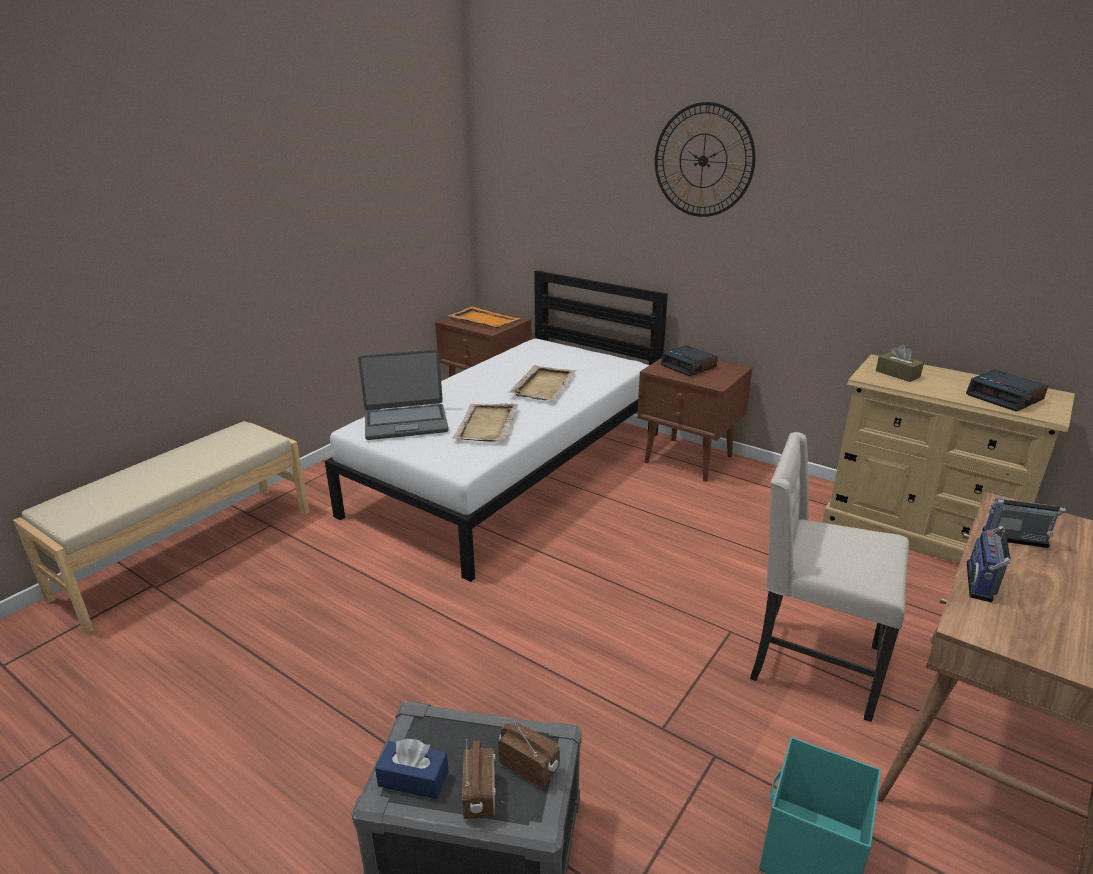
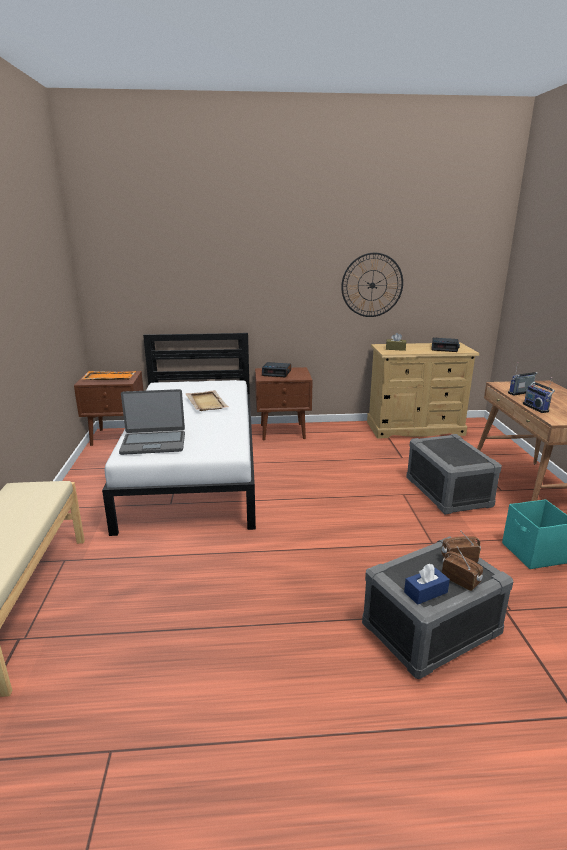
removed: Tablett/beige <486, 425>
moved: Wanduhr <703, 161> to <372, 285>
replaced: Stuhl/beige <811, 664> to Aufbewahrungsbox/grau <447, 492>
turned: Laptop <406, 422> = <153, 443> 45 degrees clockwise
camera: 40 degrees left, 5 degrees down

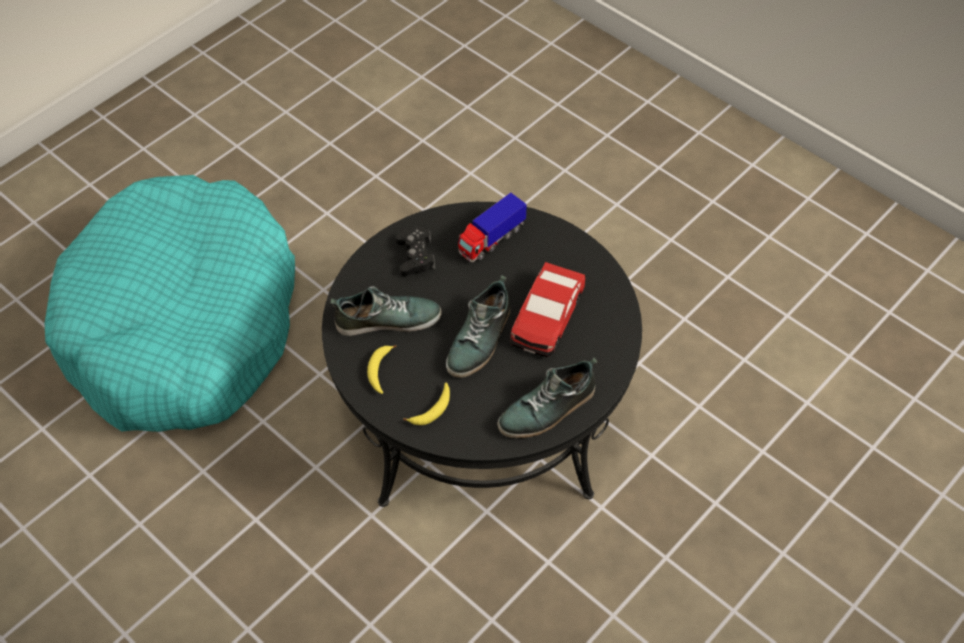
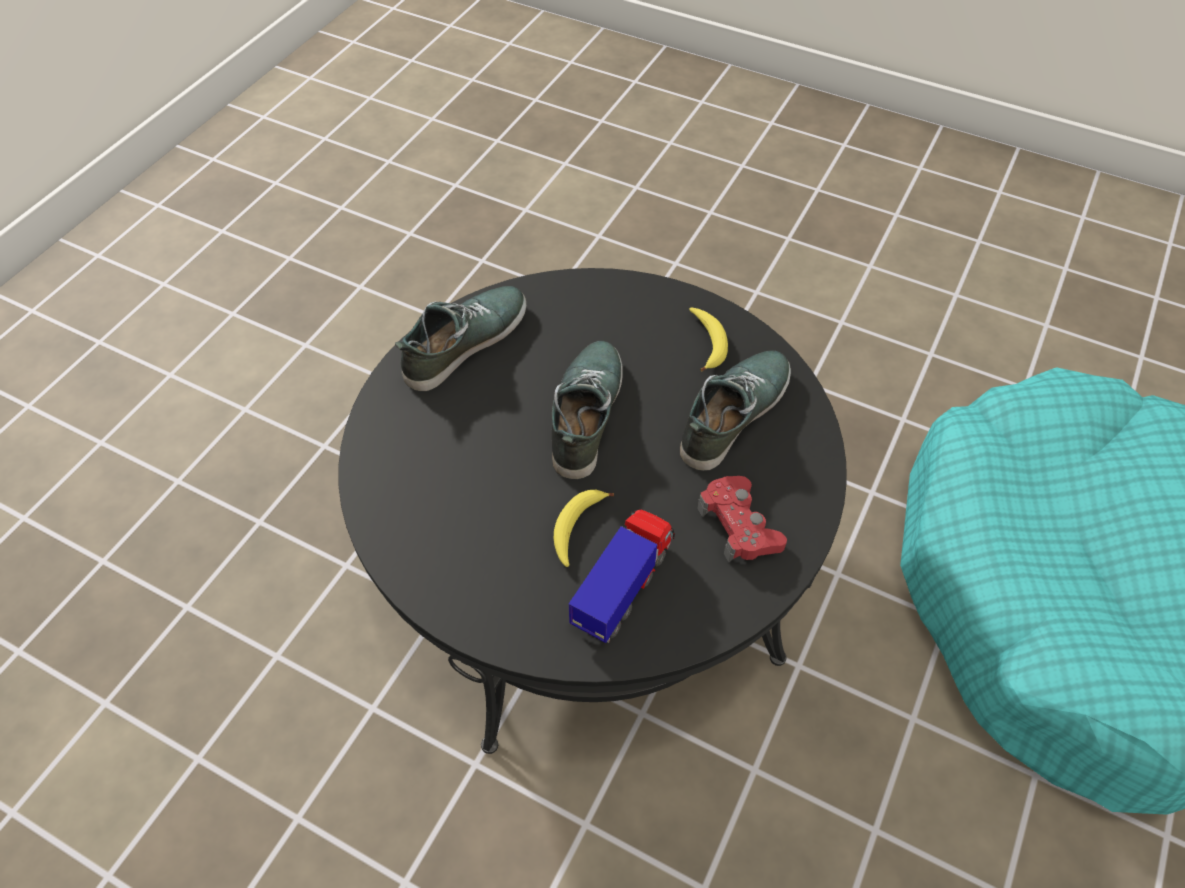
removed: Spielzeugauto <547, 317>
moved: Banane <432, 409> to <577, 528>
recoloured: Gamepad/schwarz <415, 256> to Gamepad/rot <739, 526>
turned: Schuh <387, 319> = <733, 413> 150 degrees clockwise
camera: 165 degrees right, 0 degrees up

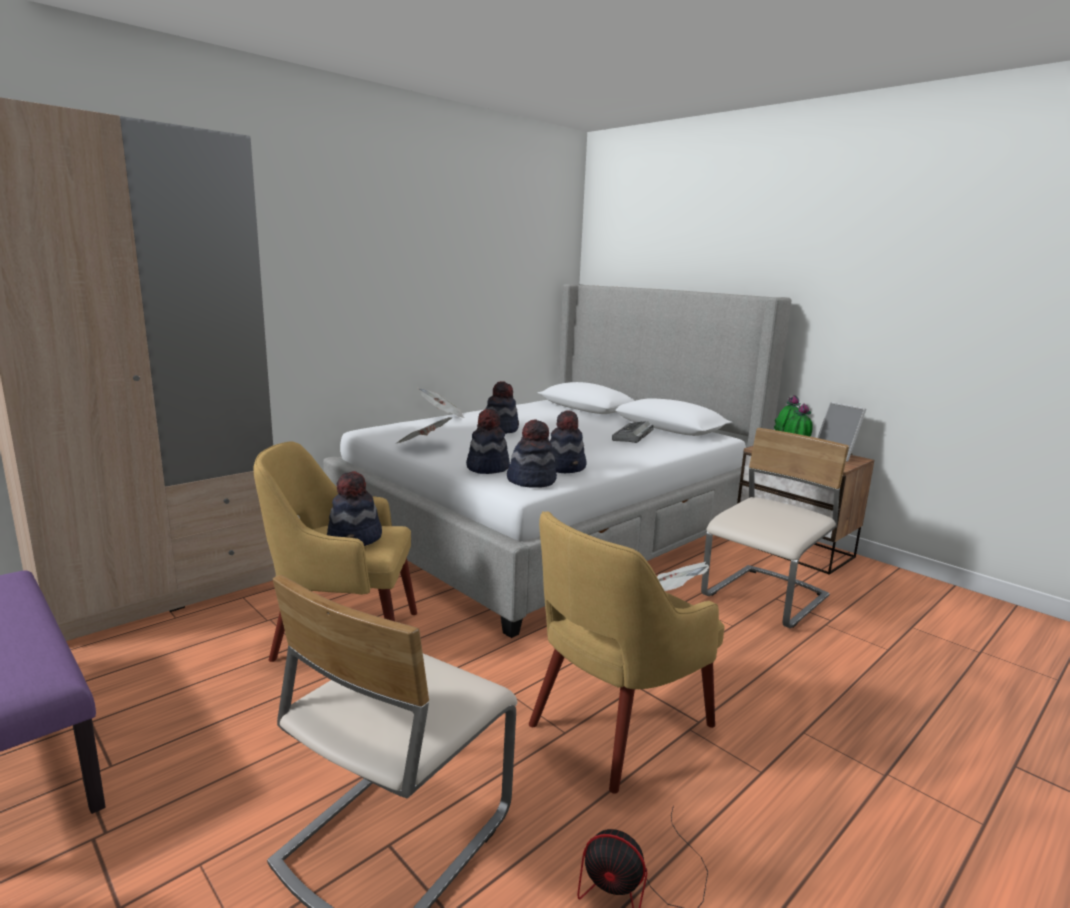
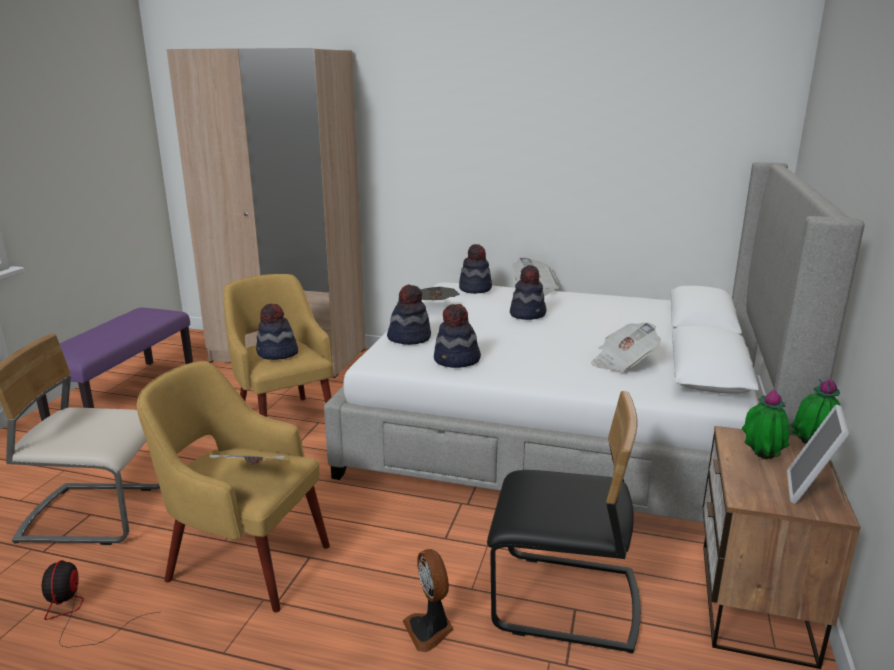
added: Ventilator <430, 629>
moved: Hut <531, 481> to <475, 289>
replaced: Tastatur <632, 437> to Zeitung <623, 363>
recoloured: Stuhl/beige <766, 598> to Stuhl/schwarz <565, 601>
camera: 60 degrees right, 5 degrees up

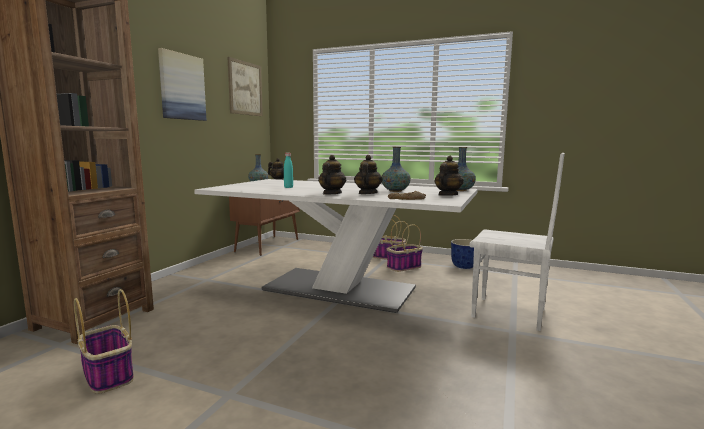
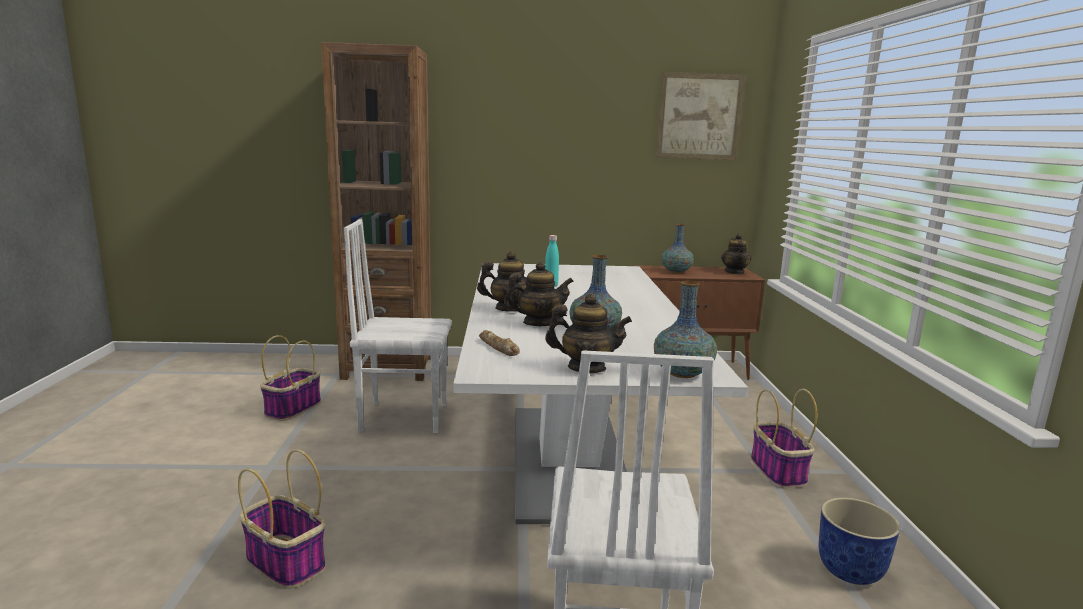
removed: Bild <182, 87>
added: Stuhl/weiß <403, 416>
moved: Korb <404, 267> to <284, 562>
camera: 65 degrees right, 5 degrees up

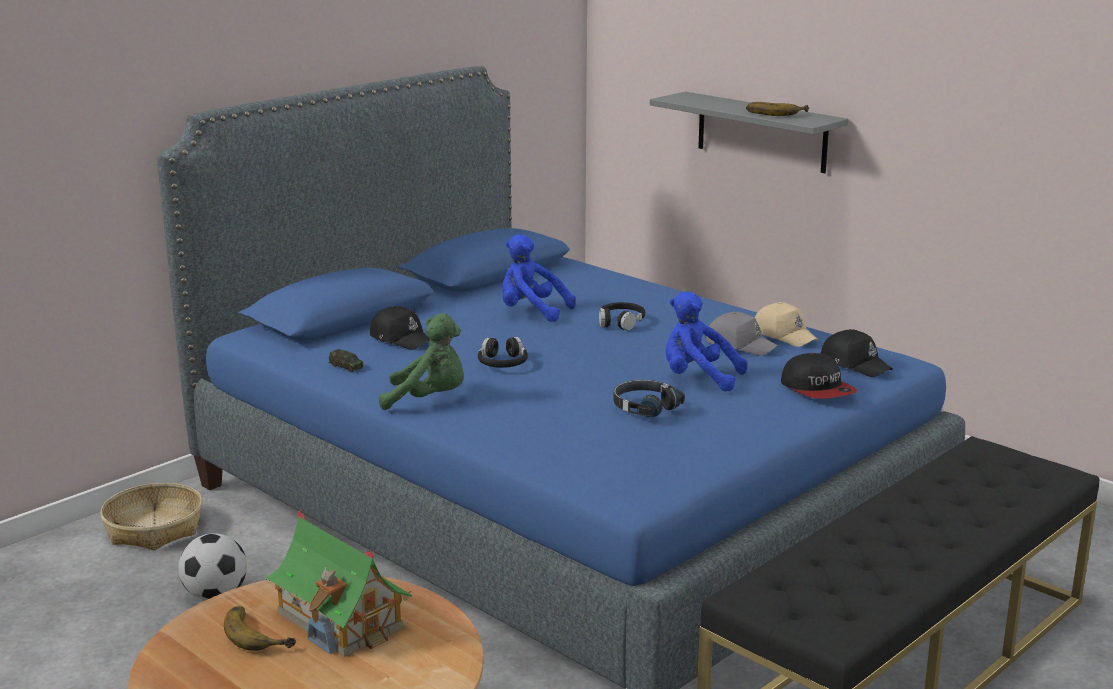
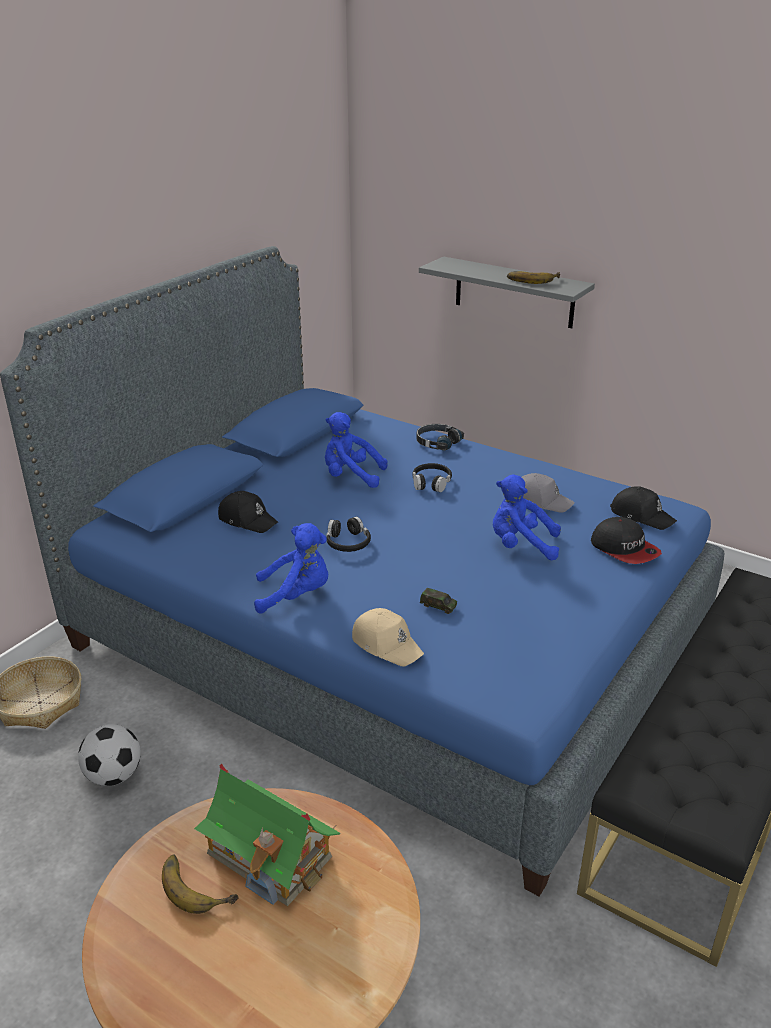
moved: Kappe/beige <784, 335> to <387, 644>; Kopfhörer/schwarz <644, 407> to <437, 442>; Spielzeugauto <346, 367> to <438, 606>
recoloured: Plüschtier/grün <429, 399> to Plüschtier/blau <296, 595>
camera: 10 degrees left, 10 degrees up

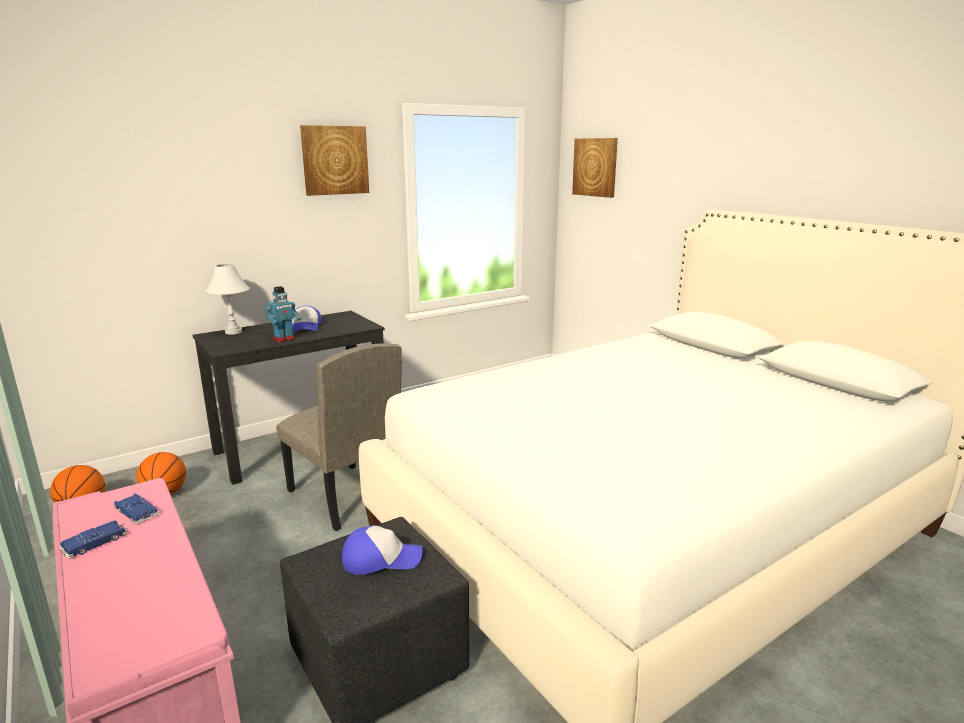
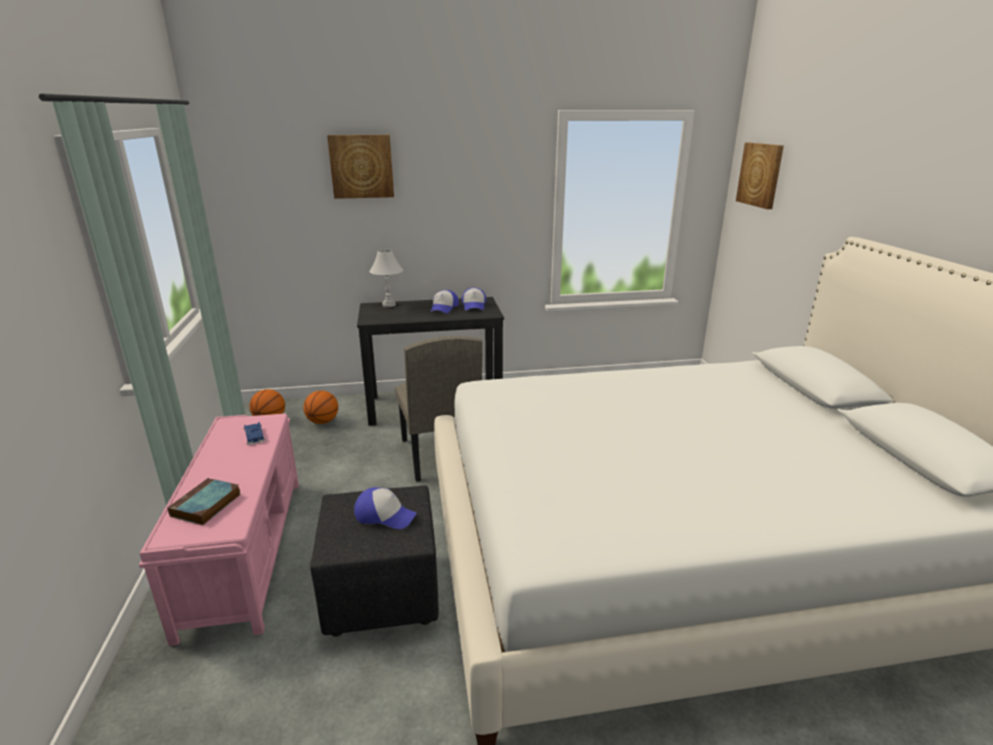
removed: Spielzeugauto/blau <95, 543>; Spielzeugroboter <284, 339>
added: Buch <206, 506>; Kappe <474, 305>
moved: Bild <335, 160> to <361, 166>
camera: 25 degrees right, 5 degrees up

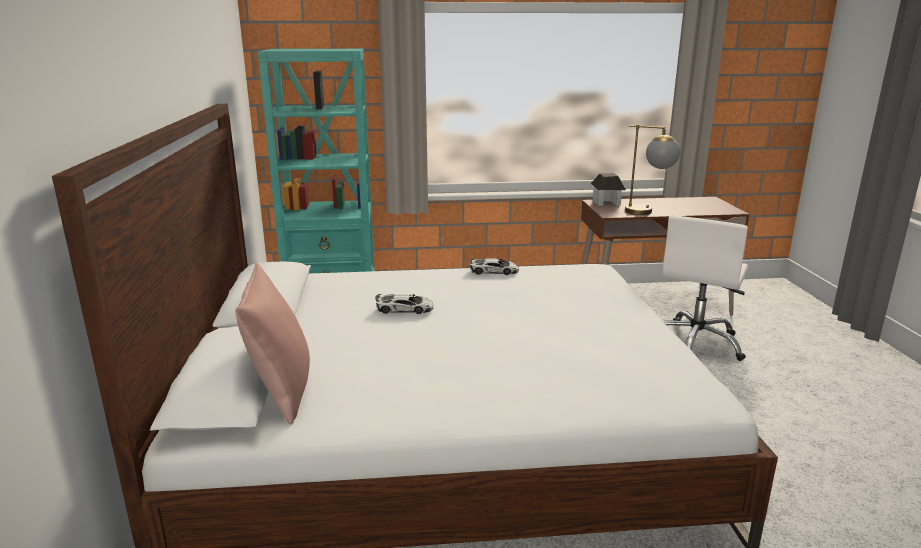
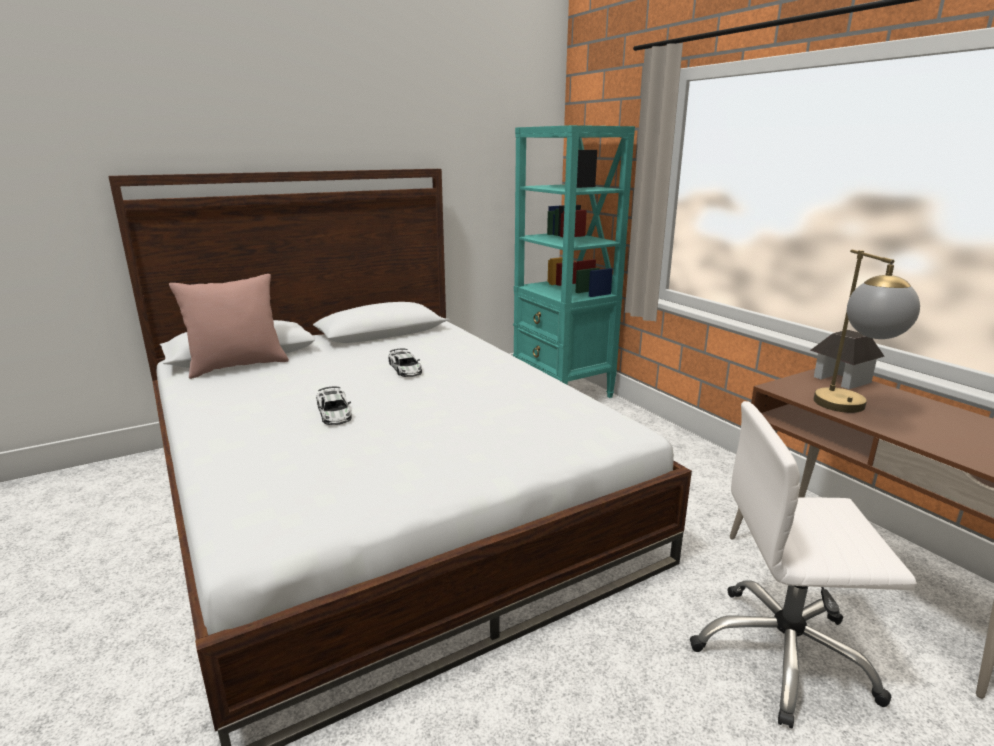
moved: Spielzeugauto <493, 271> to <334, 412>
camera: 65 degrees right, 0 degrees up

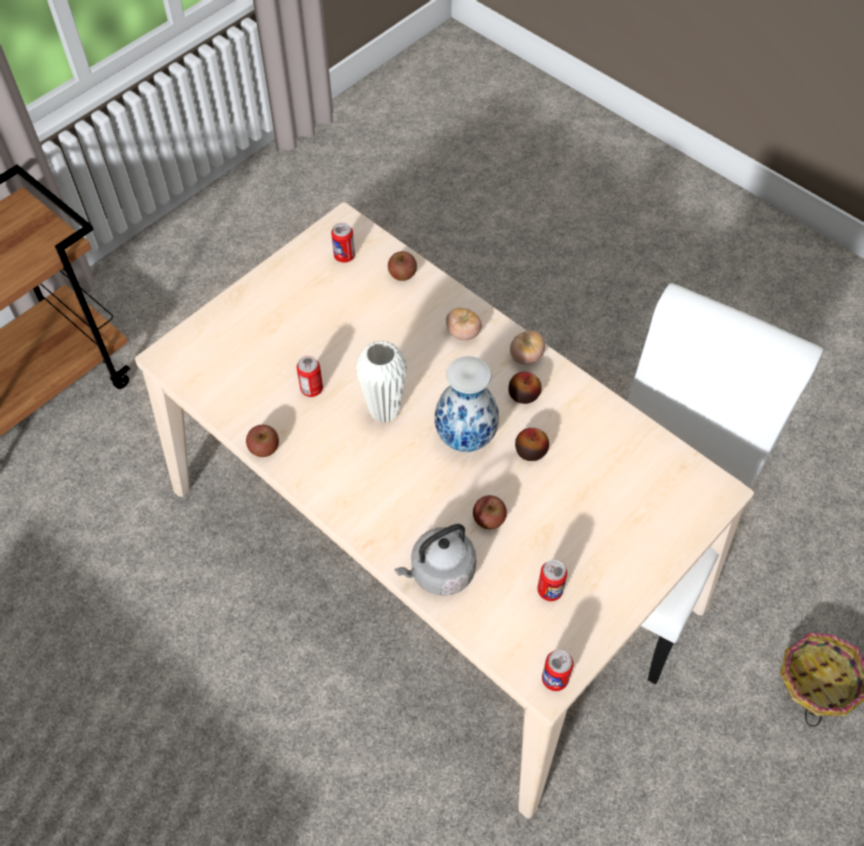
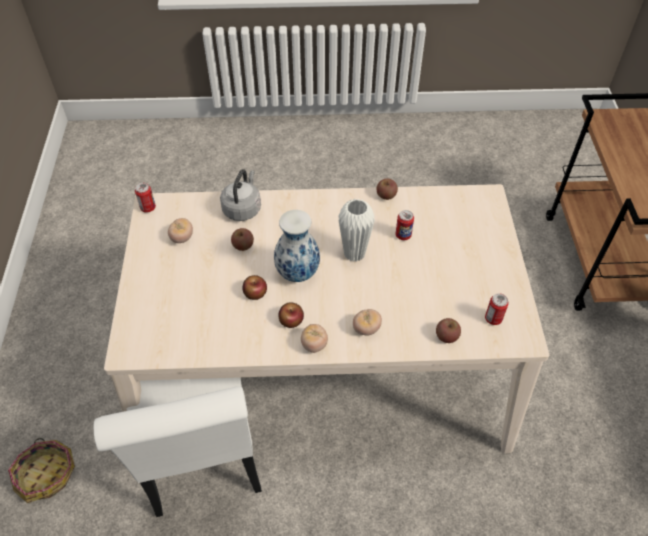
replaced: Dose <549, 590> to Tomate <182, 238>
camera: 135 degrees right, 5 degrees down

